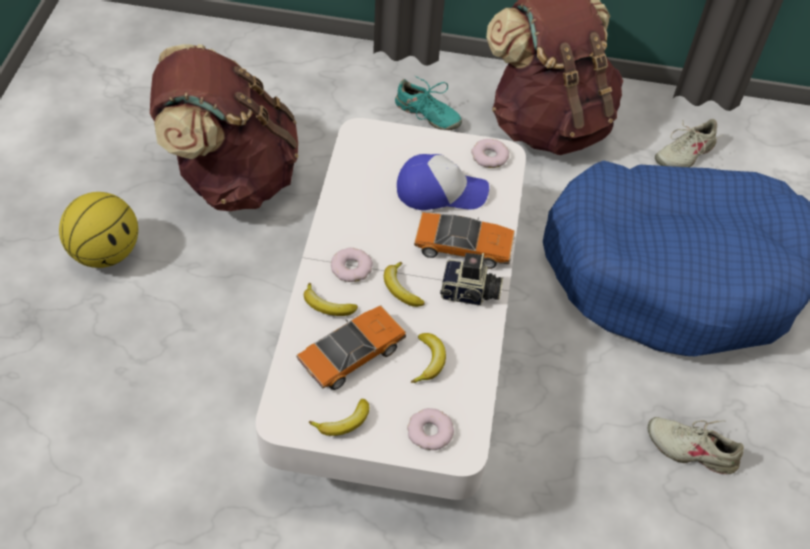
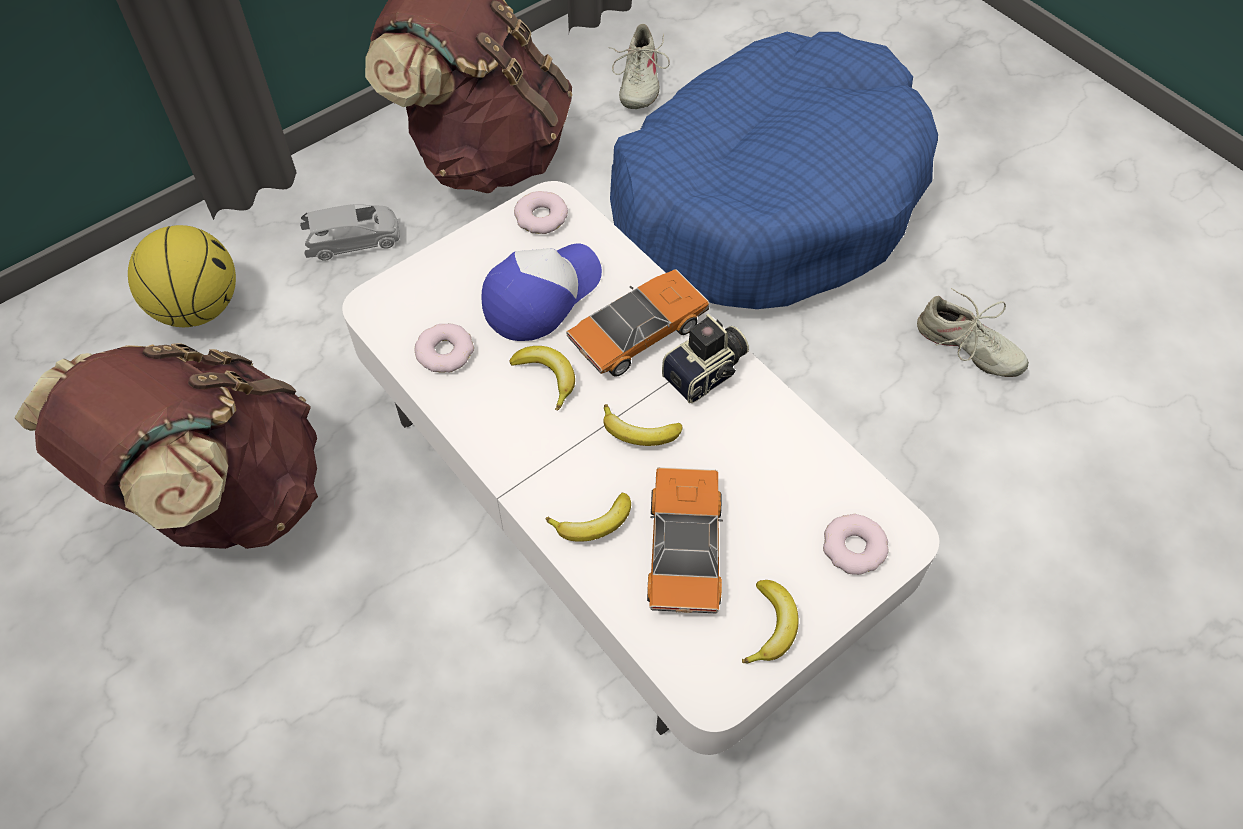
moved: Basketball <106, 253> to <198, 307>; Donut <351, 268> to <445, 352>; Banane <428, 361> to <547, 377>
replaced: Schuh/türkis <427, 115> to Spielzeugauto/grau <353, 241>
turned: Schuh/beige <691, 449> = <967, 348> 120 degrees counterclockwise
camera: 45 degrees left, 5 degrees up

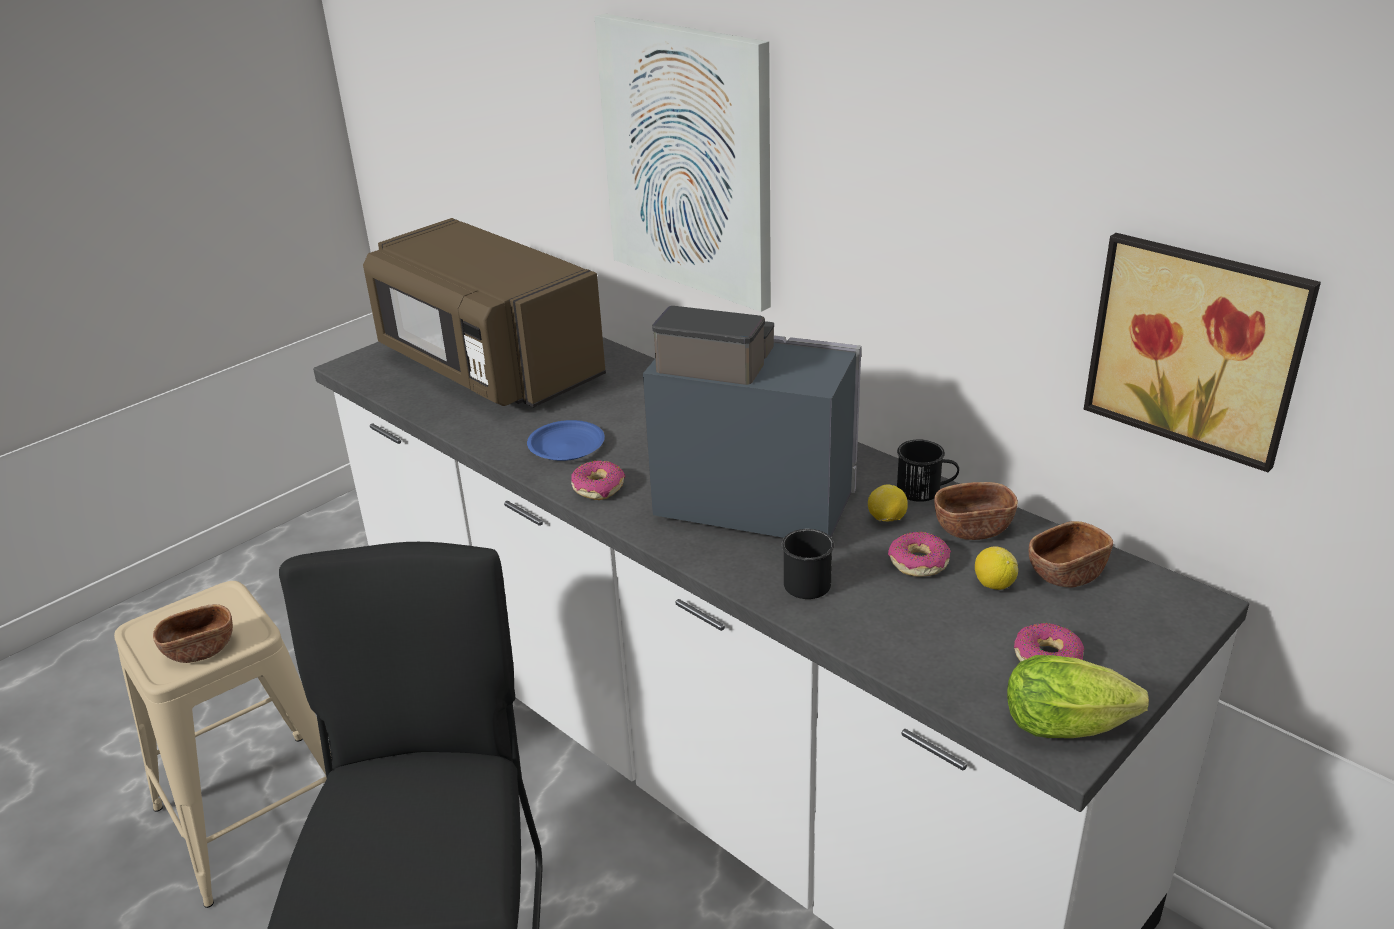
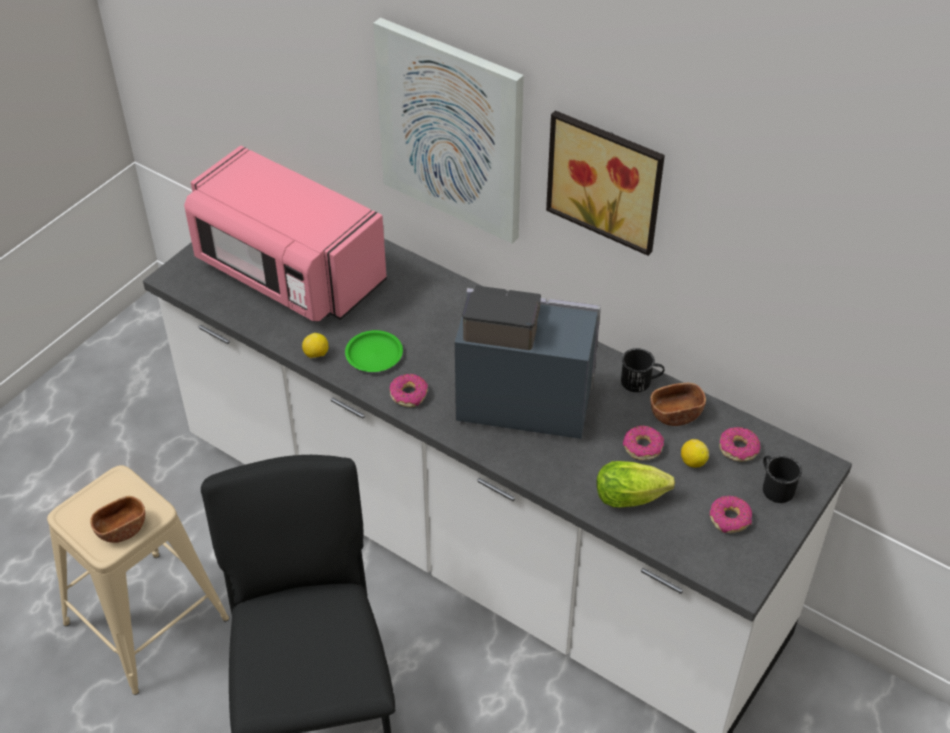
moved: Zitrone <886, 520> to <316, 355>; Bild <1198, 346> to <607, 179>; Salatkopf <1072, 726> to <634, 497>; Henkelbecher/schwarz <803, 580> to <775, 486>
replaced: Schüssel/braun <1066, 573> to Donut <738, 449>
recoloured: Mikrowelle/braun <488, 367> to Mikrowelle/rosa <288, 273>; Teller/blau <567, 446> to Teller/grün <374, 354>
camera: 10 degrees left, 15 degrees up

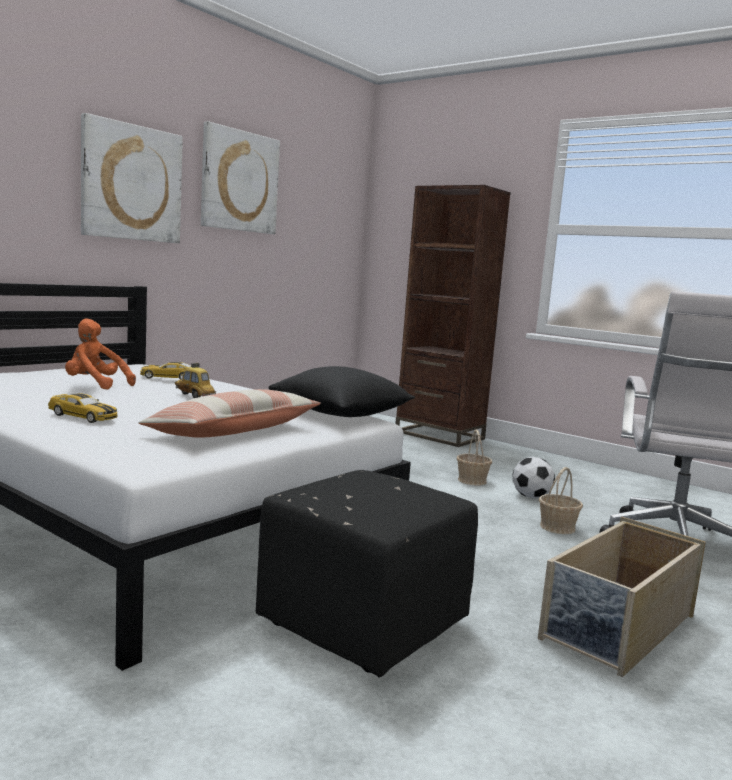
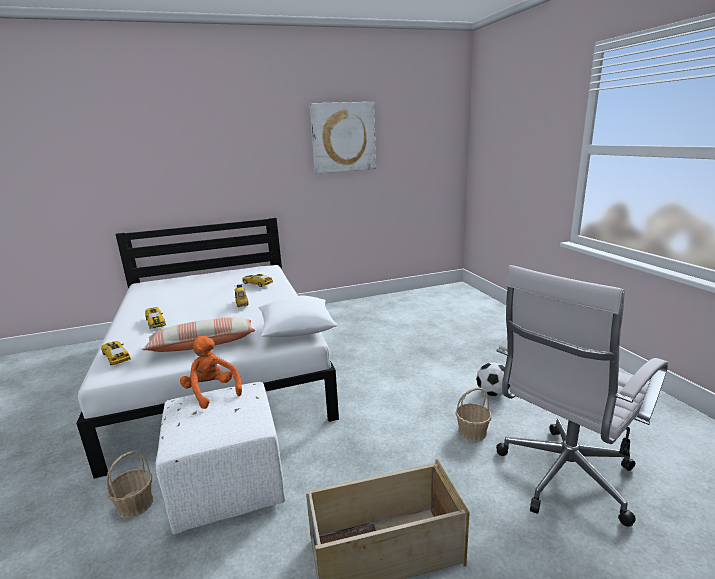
removed: Bild <131, 183>; Bücherregal/braun <439, 435>
added: Spielzeugauto <116, 357>
moved: Korb <472, 481> to <135, 504>; Plüschtier/orange <95, 385> to <212, 392>
recoloured: Polsterhocker/schwarz <364, 622> to Polsterhocker/weiß <230, 484>; Kissen/schwarz <341, 415> to Kissen/weiß <297, 330>
camera: 35 degrees right, 10 degrees up

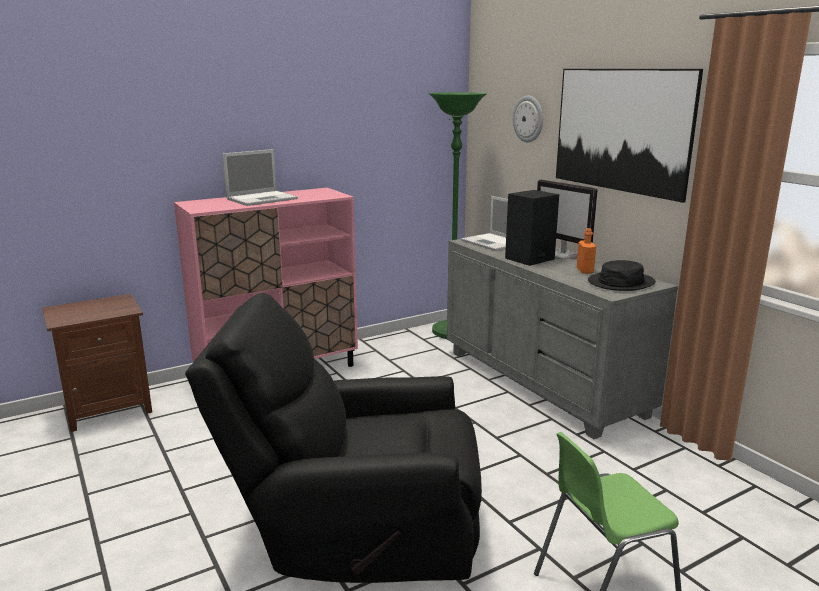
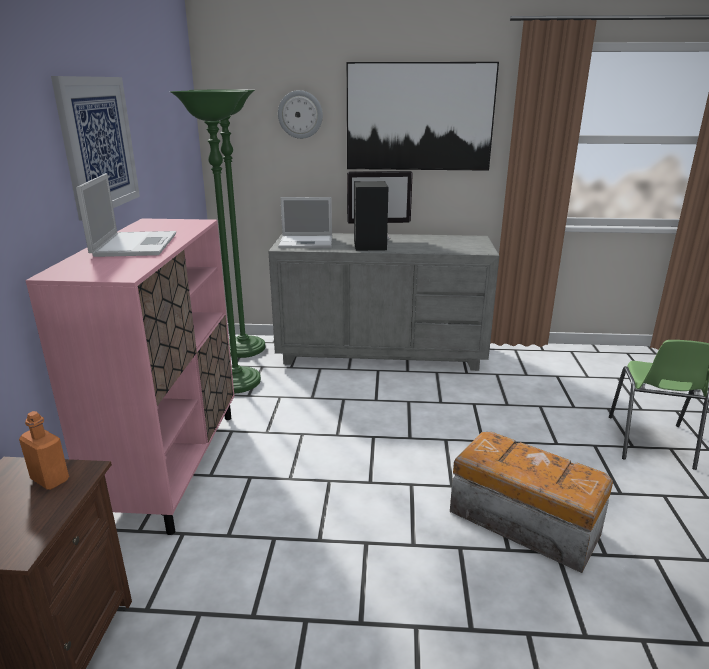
removed: Hut/schwarz <620, 282>
added: Bild <98, 144>; Stehlampe/grün <236, 383>
moved: Flasche/orange <584, 271> to <50, 479>
replaced: Sessel/schwarz <354, 530> to Aufbewahrungsbox <522, 520>
camera: 55 degrees left, 5 degrees up

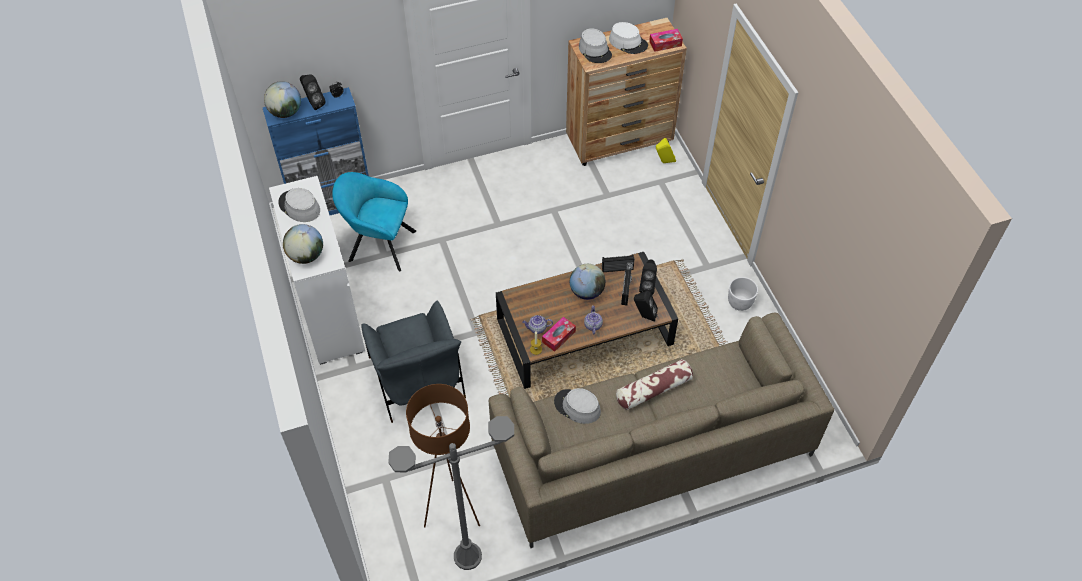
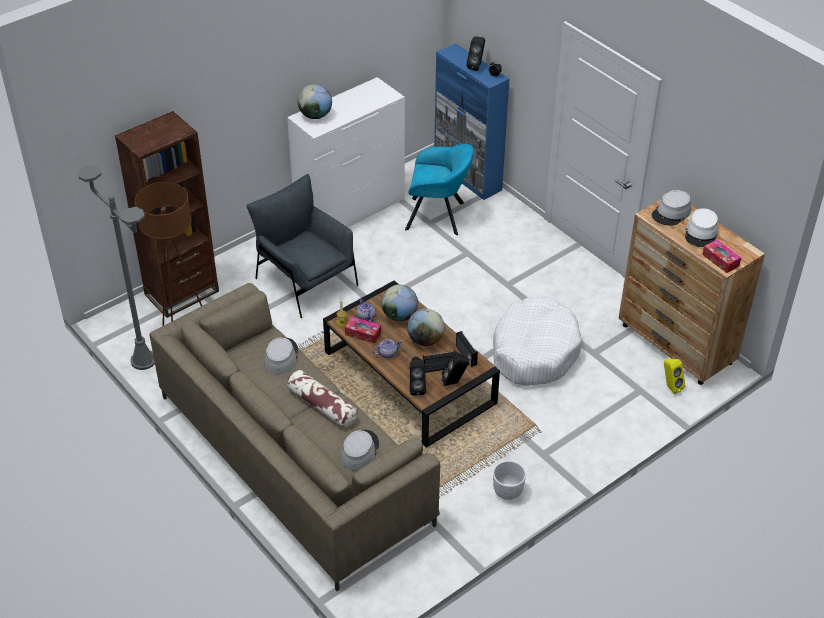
added: Bücherregal/braun <182, 293>; Hundebett/weiß <534, 351>
moved: Hut/grau <299, 207> to <359, 451>; Globus <286, 112> to <399, 316>
turned: Sessel/grau <417, 379> = <306, 281> 90 degrees clockwise; Sessel/türkis <378, 245> = <438, 216> 105 degrees clockwise
camera: 70 degrees right, 10 degrees down

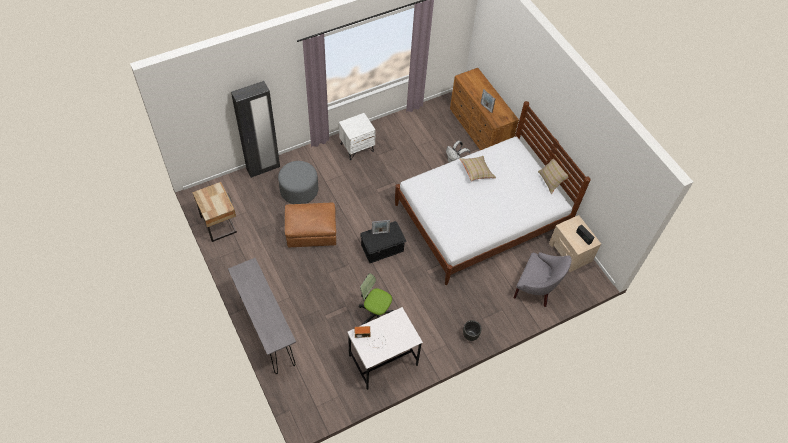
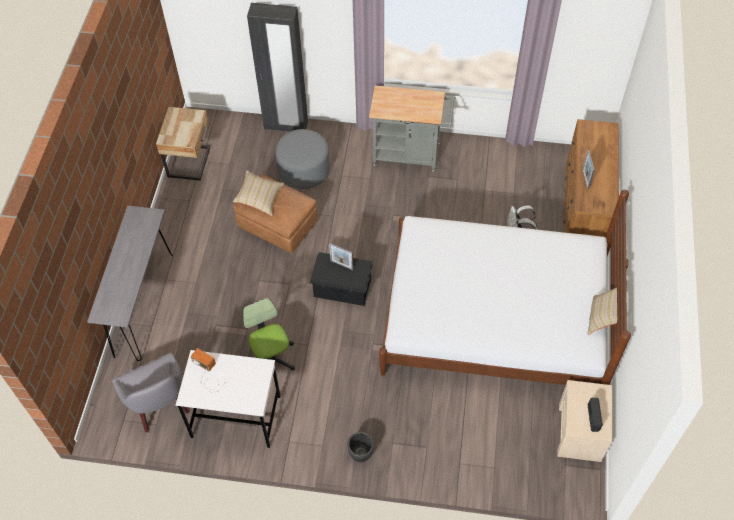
moved: Sessel/grau <536, 288> to <159, 404>; Kissen/beige <476, 172> to <259, 198>
replaced: Nachttisch/weiß <357, 147> to Rollwagen/grau <410, 155>
camera: 40 degrees right, 0 degrees up

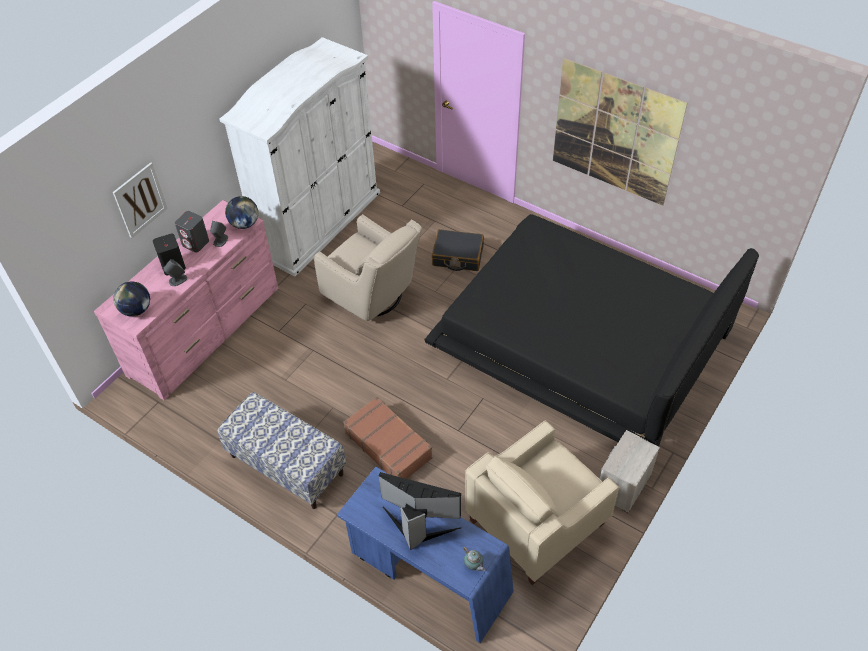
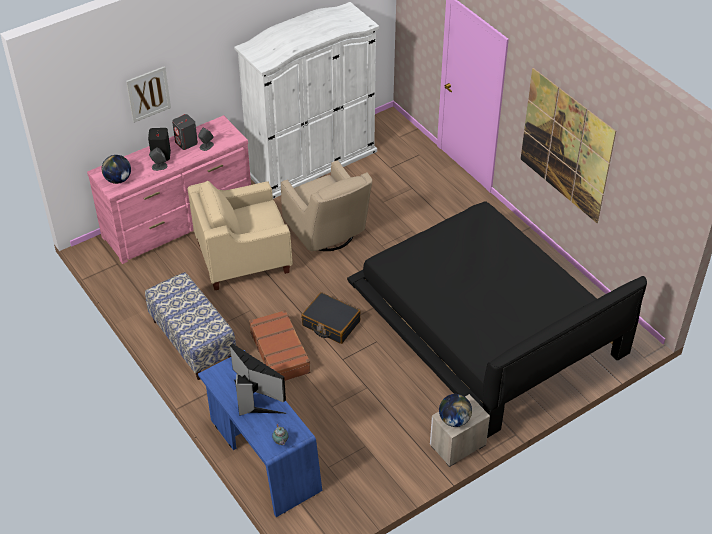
moved: Sessel/beige <536, 521> to <243, 257>; Koffer/schwarz <458, 256> to <331, 323>; Globus <244, 224> to <454, 420>
camera: 20 degrees right, 5 degrees down

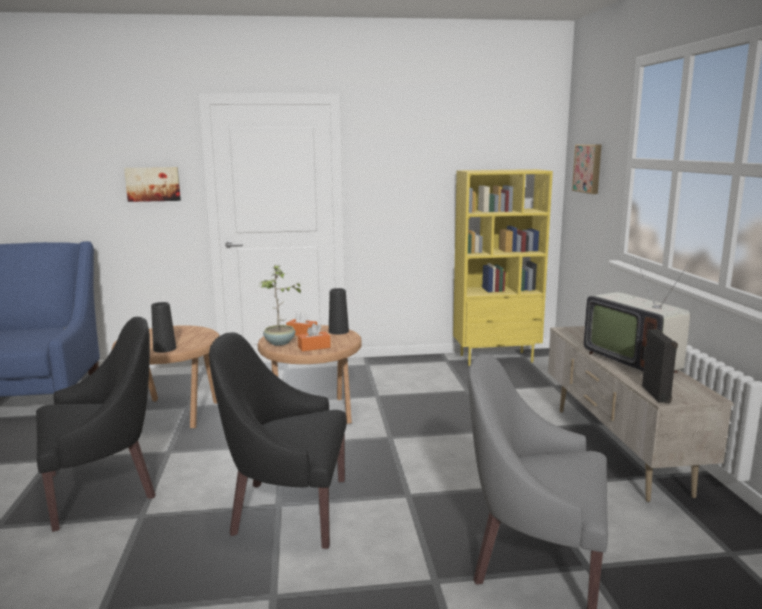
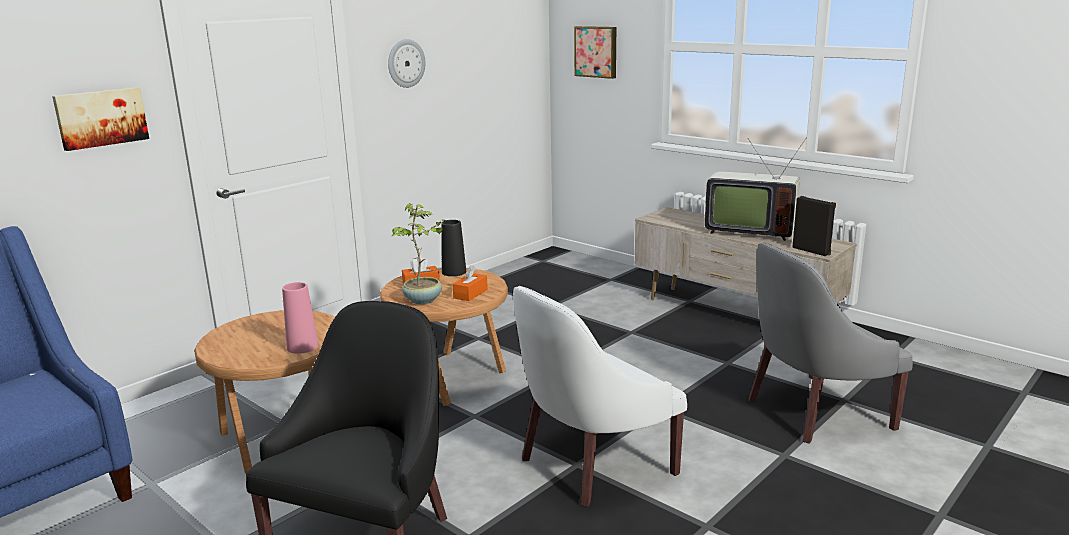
removed: Bücherregal/gelb <496, 358>
added: Wanduhr <405, 63>
recoloured: Vase/schwarz <164, 349> to Vase/rosa <302, 347>; Sessel/schwarz <287, 509> to Sessel/weiß <591, 463>
camera: 40 degrees left, 5 degrees up

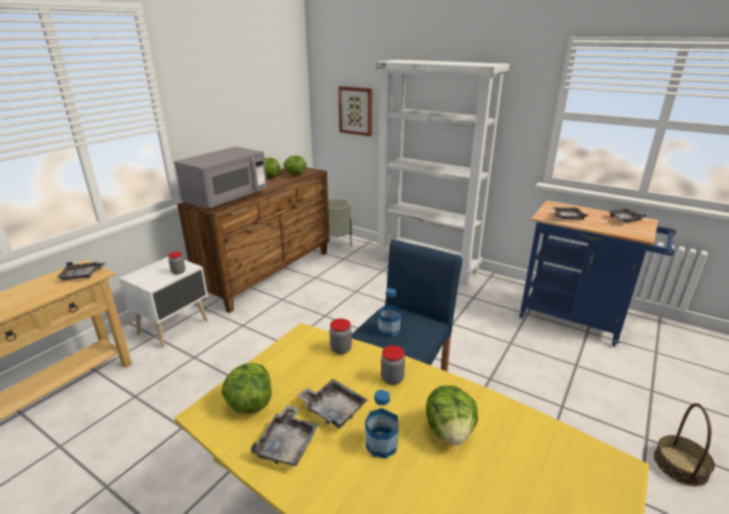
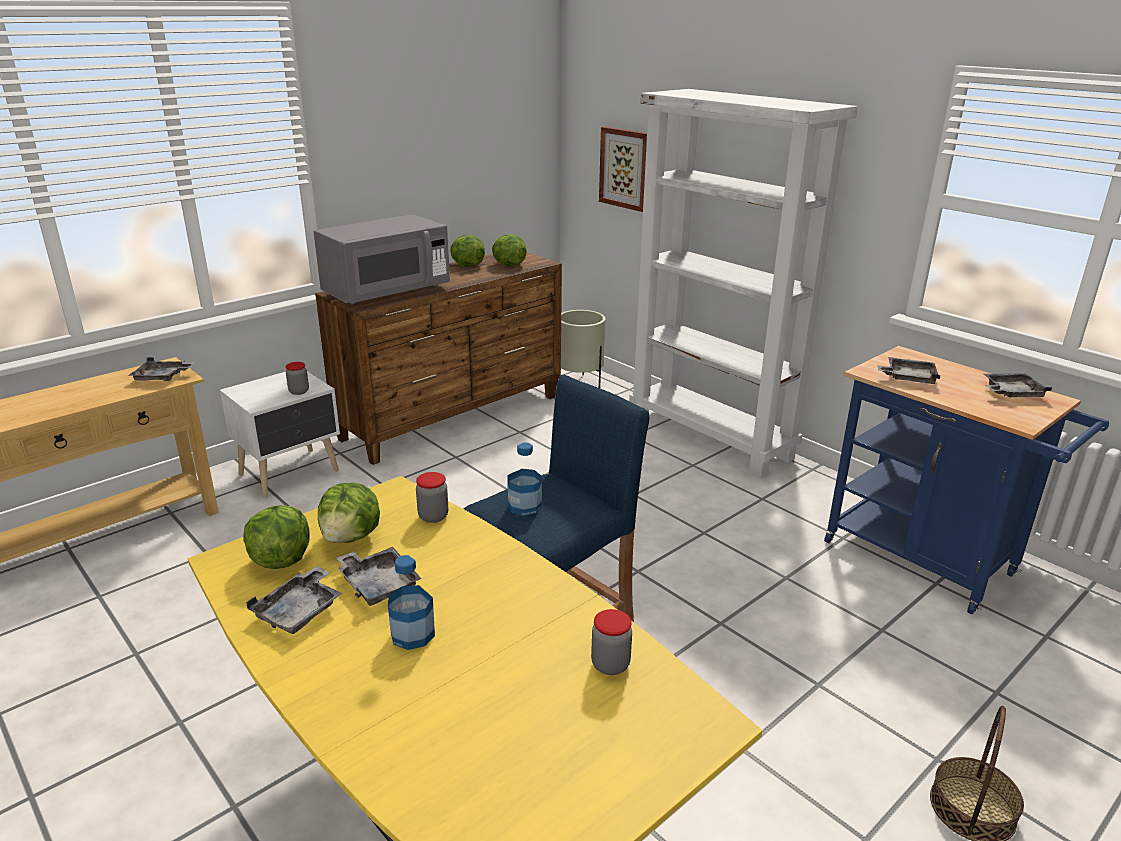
moved: Salatkopf <450, 431> to <351, 537>; Vorratsglas <392, 378> to <610, 665>
camera: 15 degrees right, 0 degrees up

